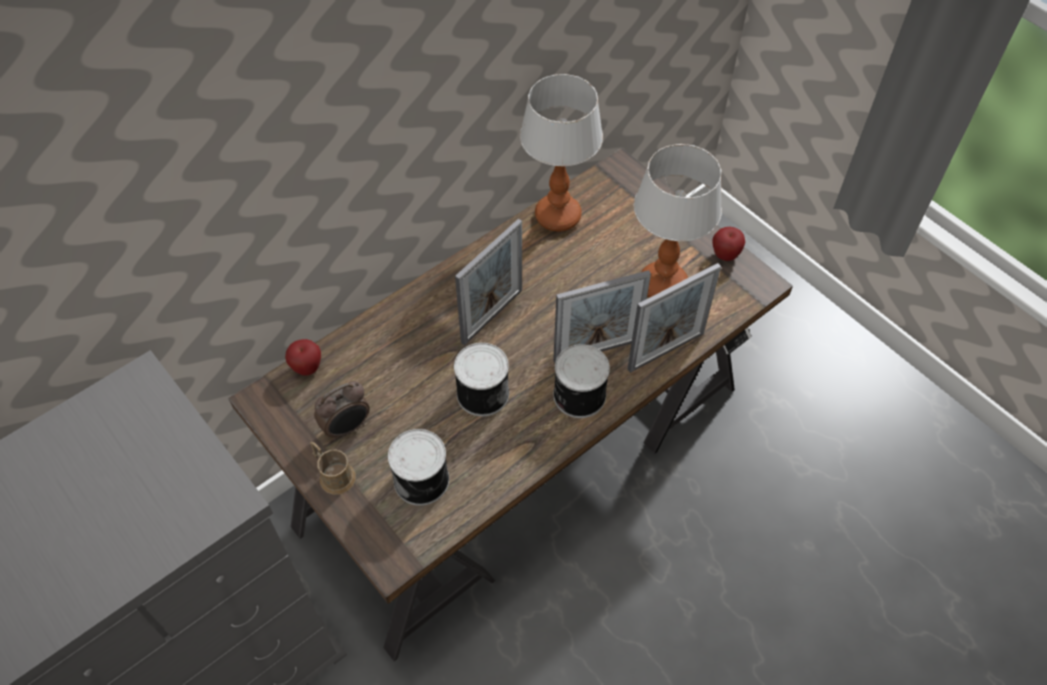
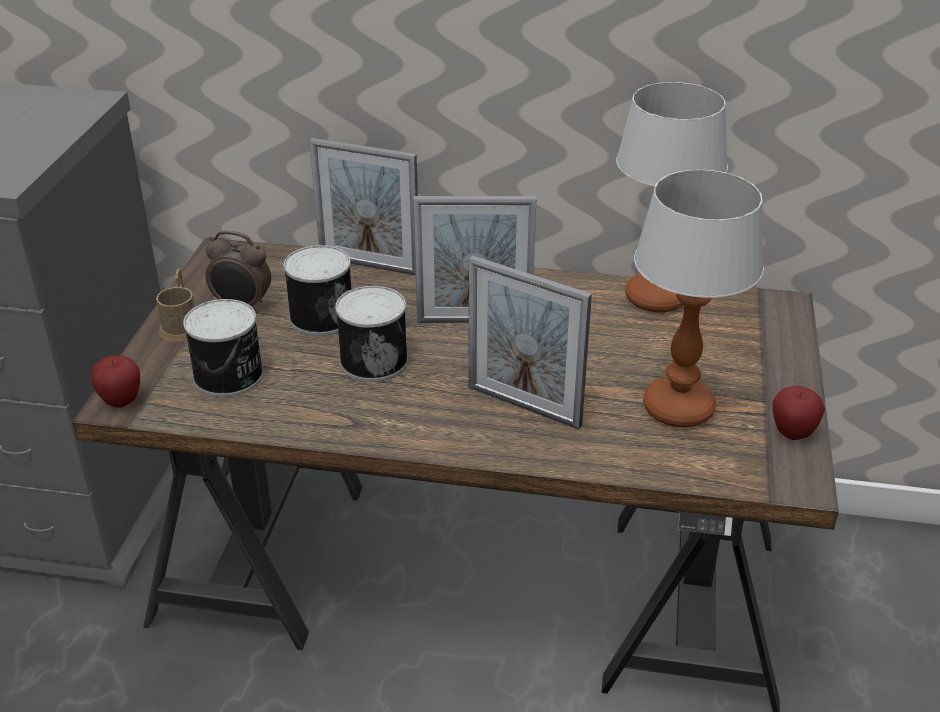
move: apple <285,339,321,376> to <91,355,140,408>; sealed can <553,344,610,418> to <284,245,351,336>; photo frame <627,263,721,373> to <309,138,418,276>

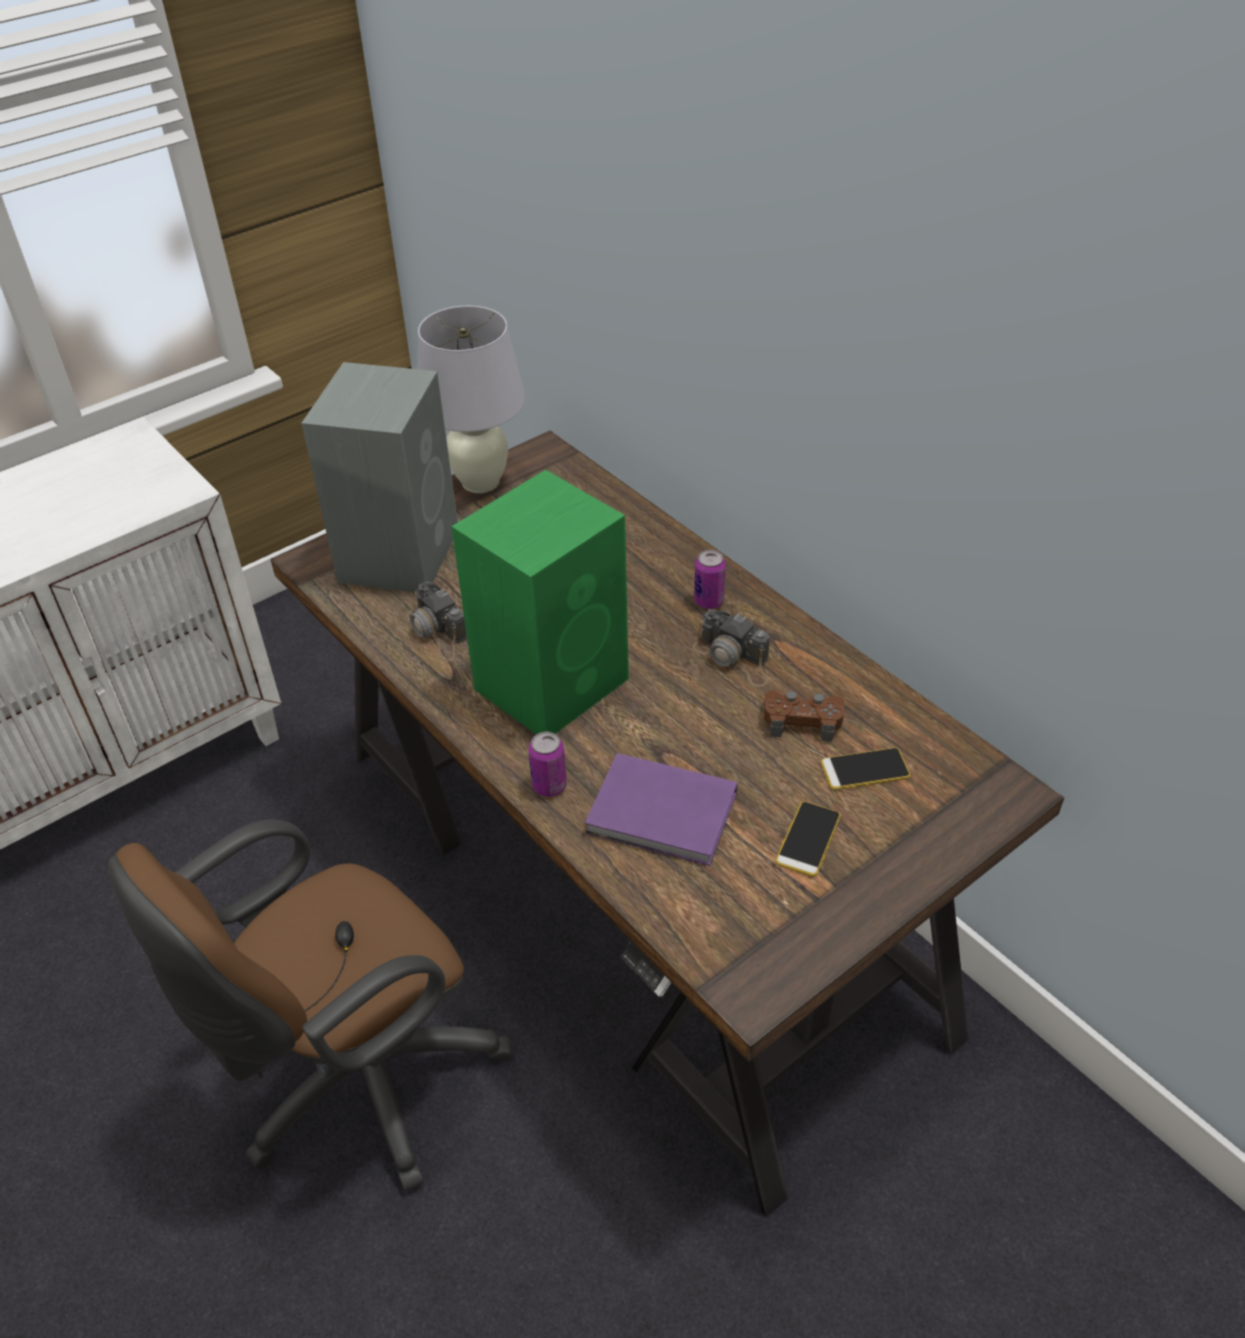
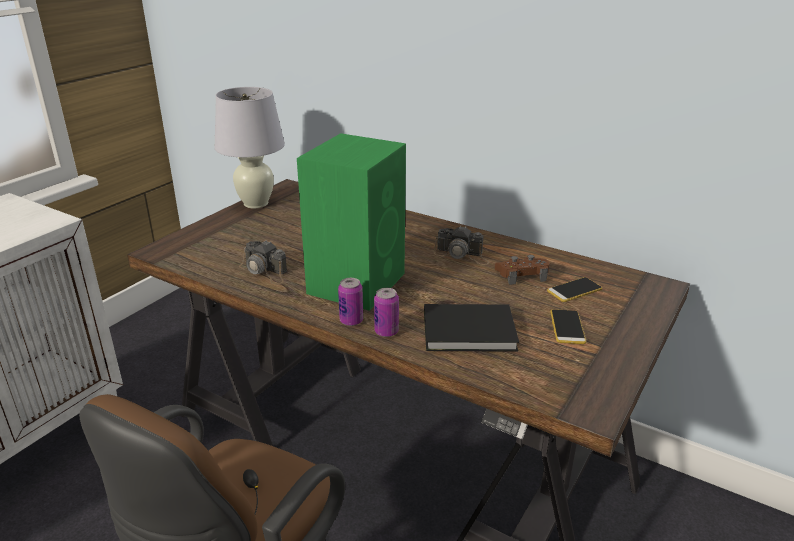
delete: gray audio speaker <301,362,458,592>
move: sealed can <694,550,726,609> to <338,278,363,326>
recolor: purplish bound book <585,753,737,866> to black-coloured bound book <424,304,519,352>

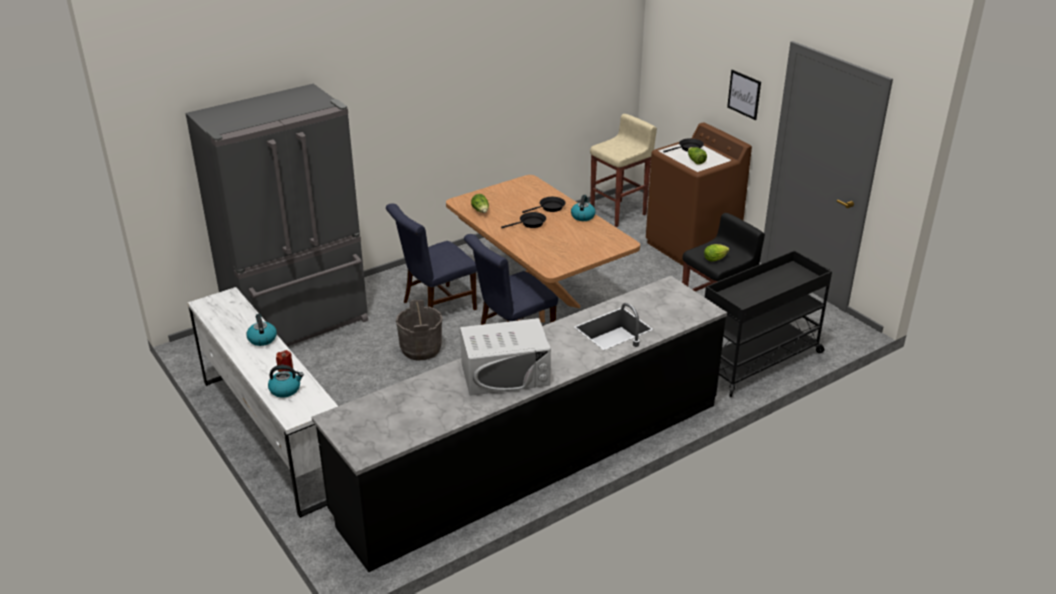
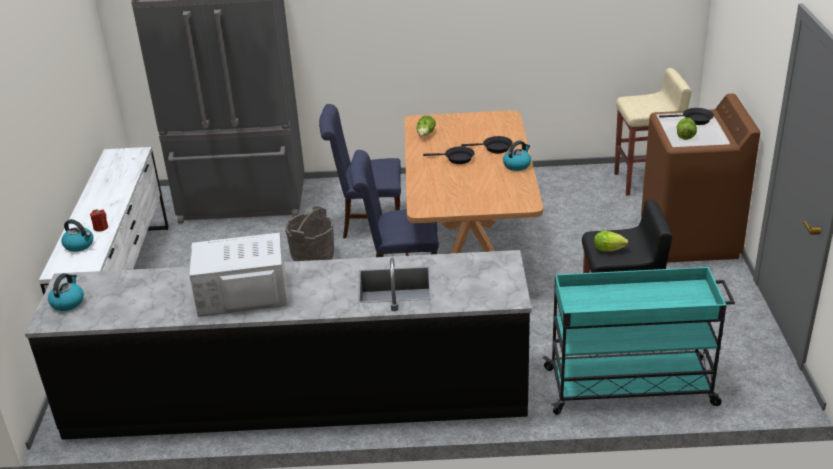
delete: wall picture <727,70,761,120>
move: kettle <246,314,277,346> to <48,273,84,311>
recolor: black-coloured trolley <705,250,832,397> to turquoise-coloured trolley <542,267,735,415>
rotate: whitish microwave oven <460,318,551,396> = <189,233,287,317> 150 degrees clockwise

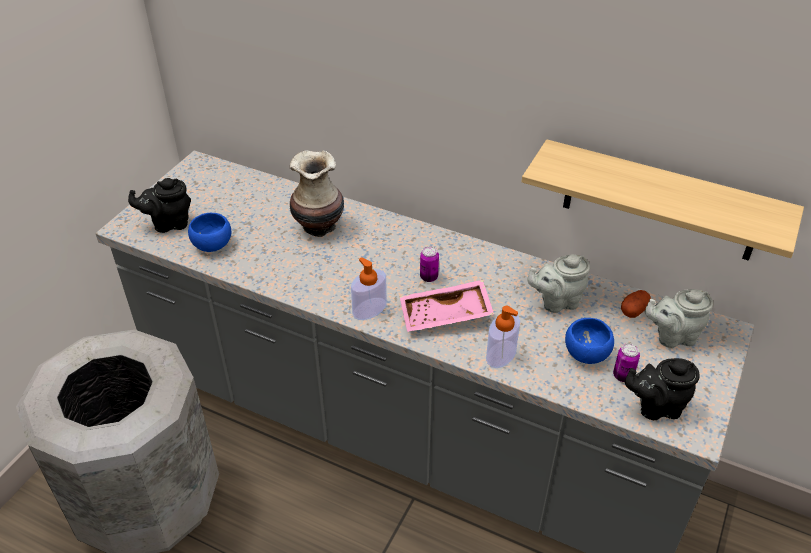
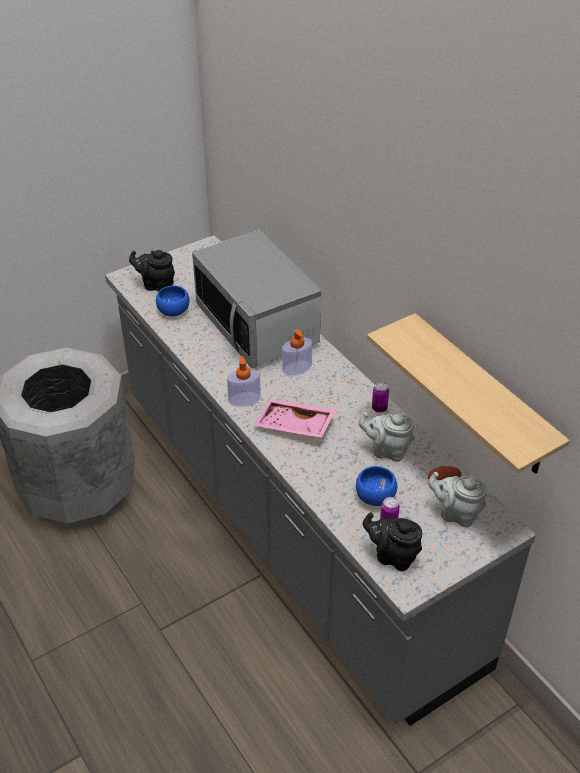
move: sealed can <420,246,439,282> to <372,382,389,413>; soap bottle <486,306,520,368> to <282,329,312,375>
replace: decorative vase <290,150,344,237> to microwave oven <192,230,321,368>

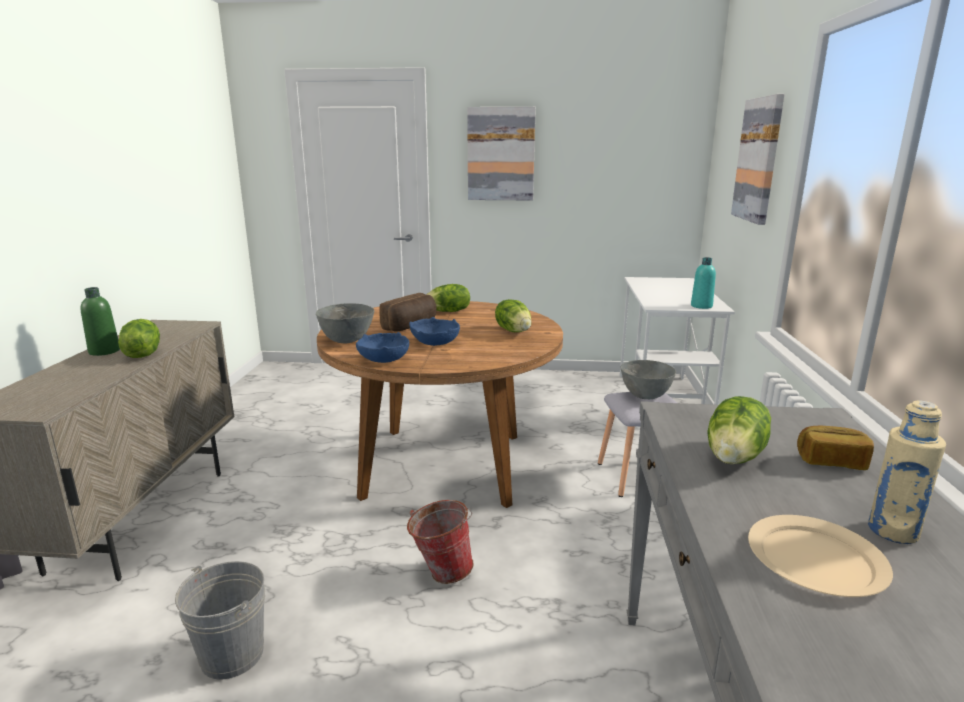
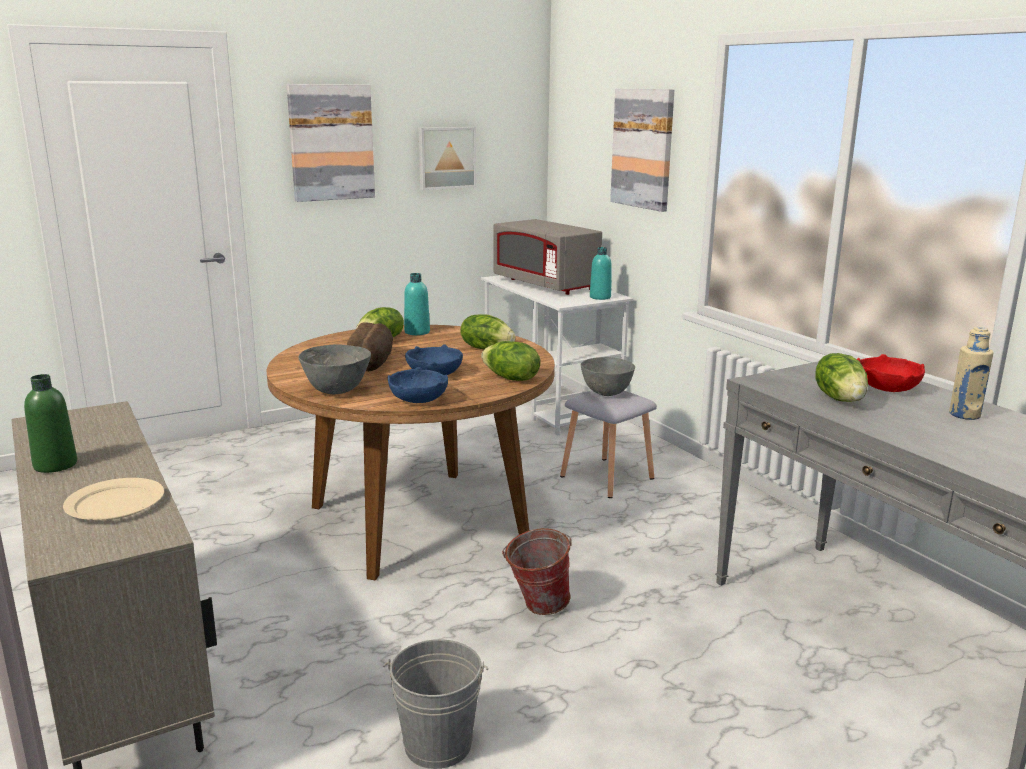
insert: turquoise-coloured bottle <404,273,430,335>; wall picture <419,127,476,190>; gray microwave oven <493,219,602,295>
move: head of lettuce <118,319,160,358> to <481,341,540,381>; sand-coloured flat dish <748,515,893,597> to <63,478,164,520>
replace: bread <797,425,874,470> to red-coloured deep dish <857,354,925,392>

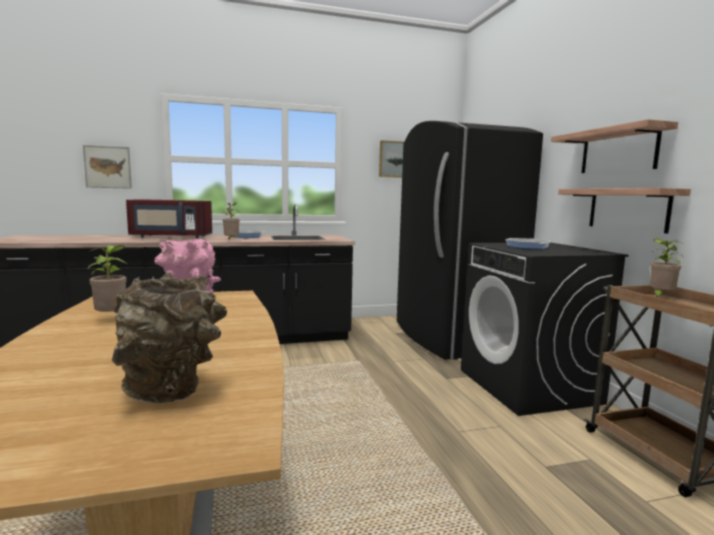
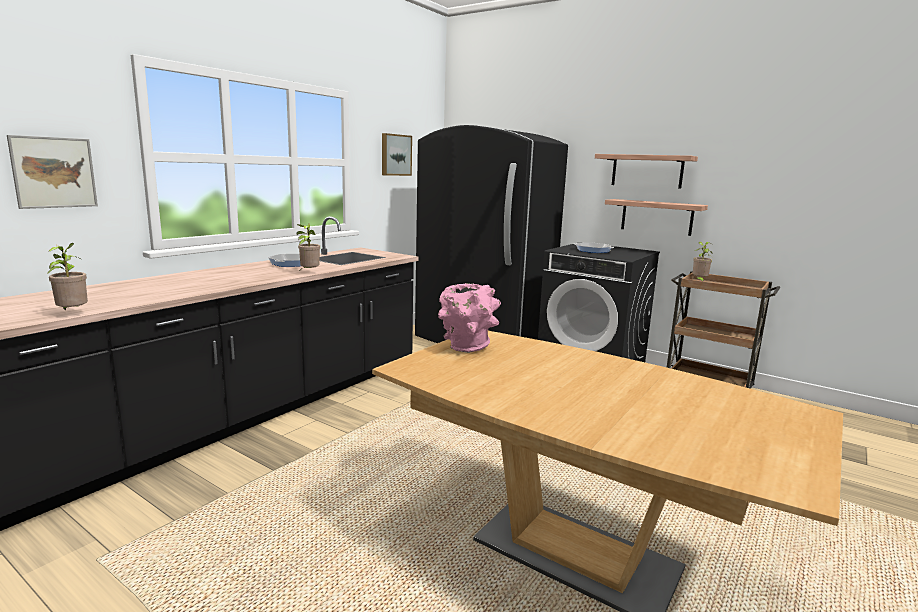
delete: brown decorative vase <112,273,227,404>; red-coloured microwave oven <126,199,212,238>
move: houseplant <87,245,127,312> to <47,243,88,311>

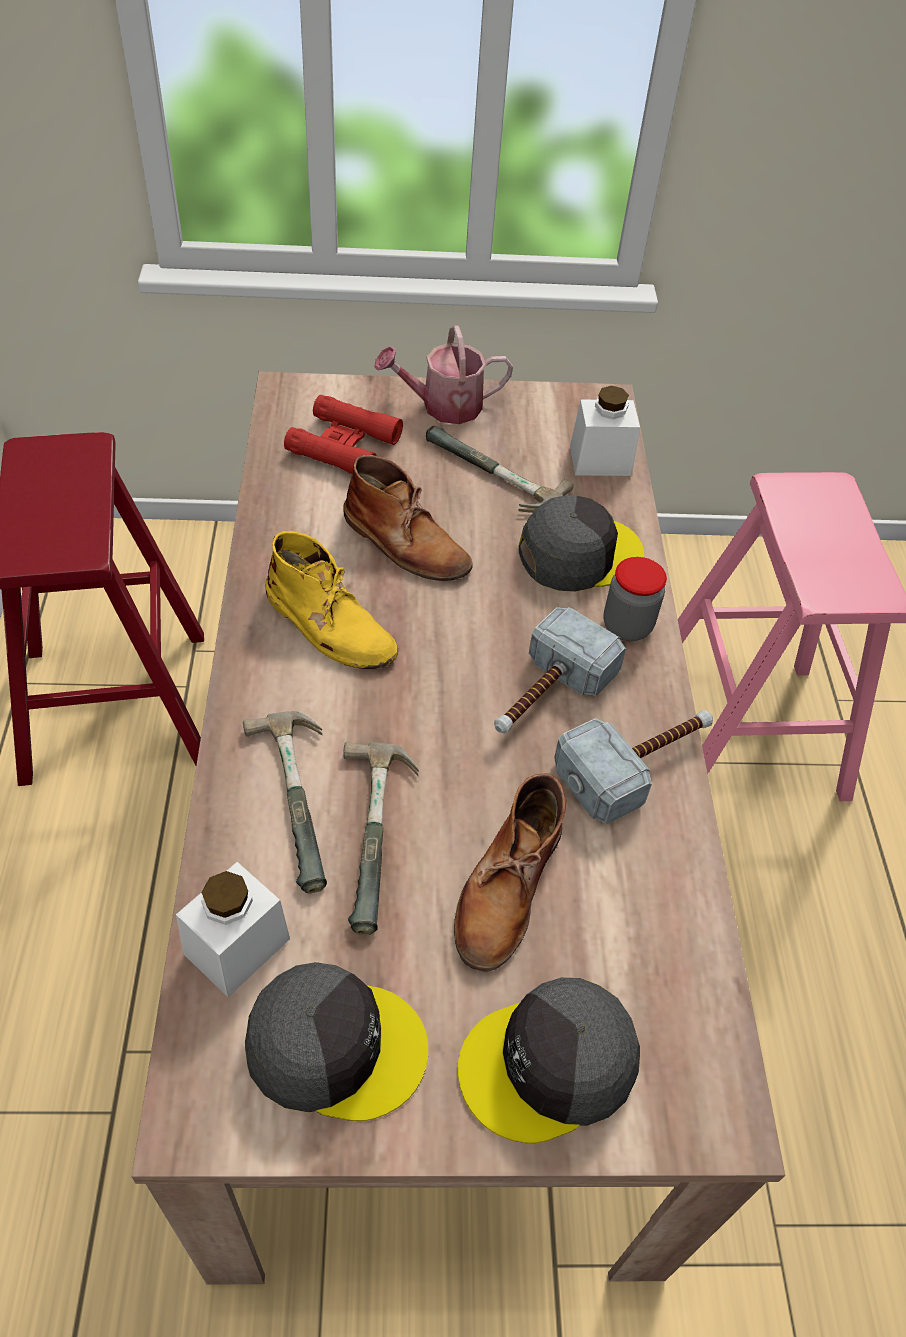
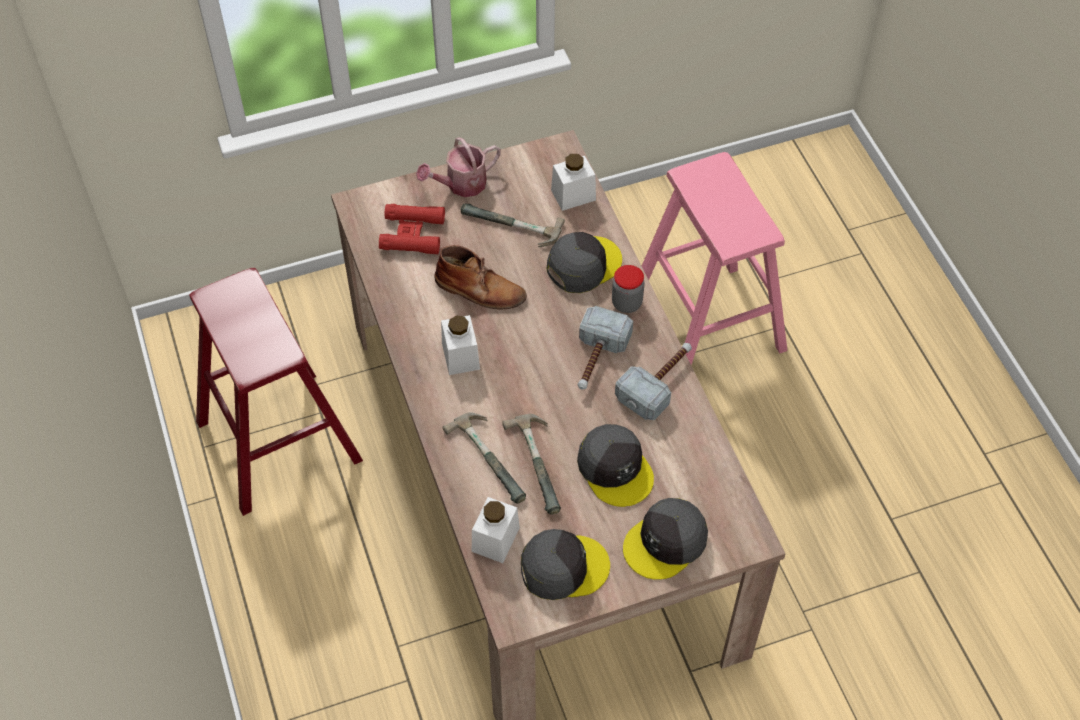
replace: yellow-coloured tall boot <265,531,398,669> to whitish jar <441,315,480,375>; brown tall boot <454,773,567,972> to gray cap <577,424,654,507>

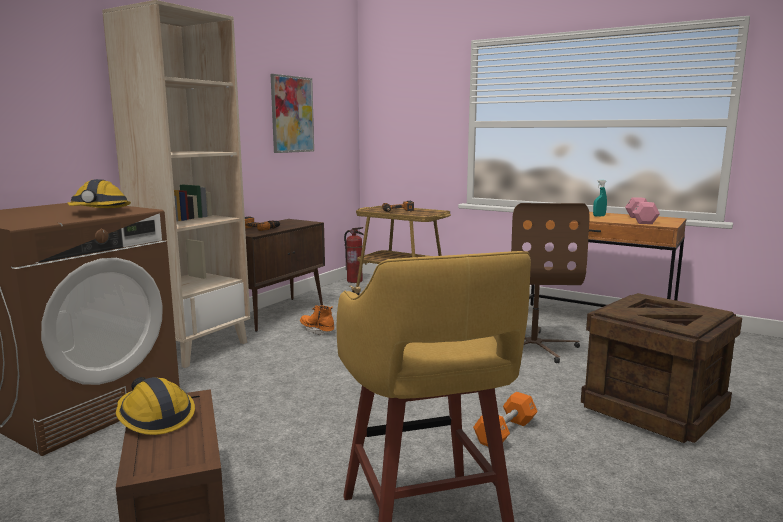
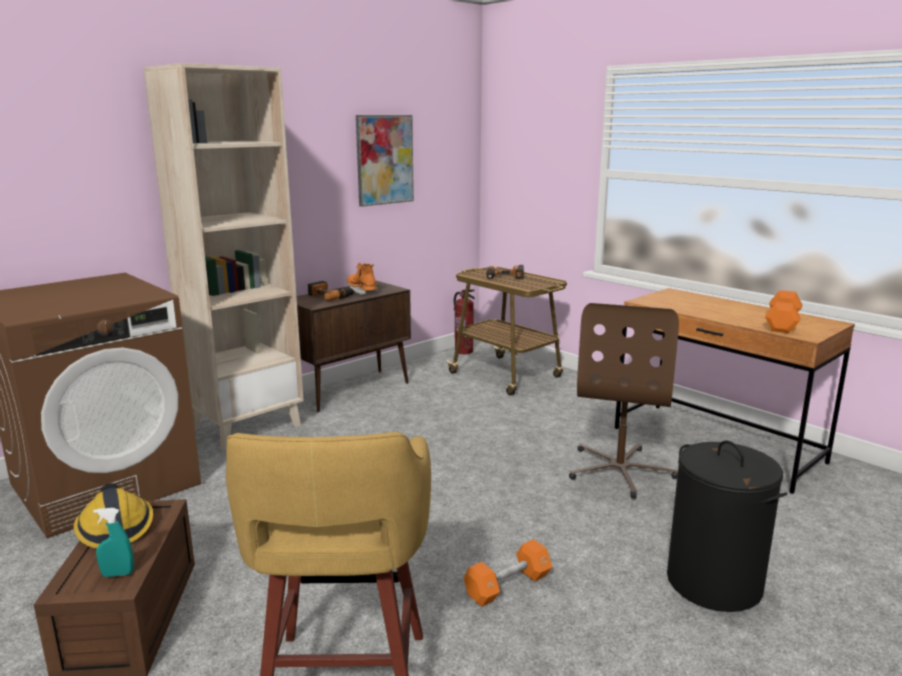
delete: work helmet <67,179,131,208>
move: orange tall boot <300,305,334,336> to <347,263,378,295>; turquoise-coloured hand sprayer <593,180,607,217> to <93,508,134,577>
replace: crate <581,293,742,443> to black-coloured hamper <667,441,787,612>
recolor: pink-coloured hand weight <625,197,660,224> to orange hand weight <765,290,802,333>

